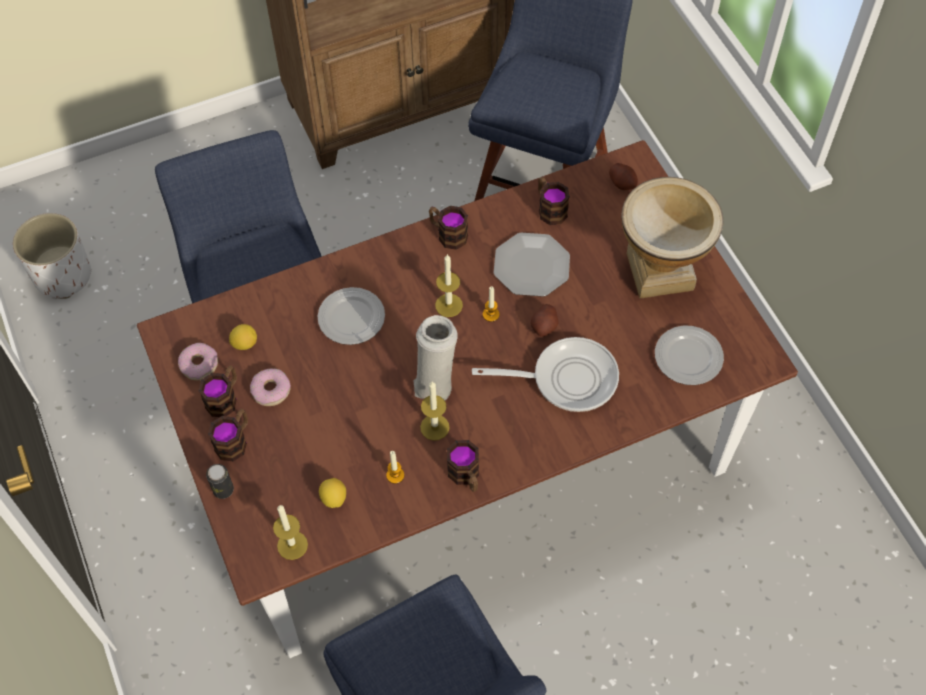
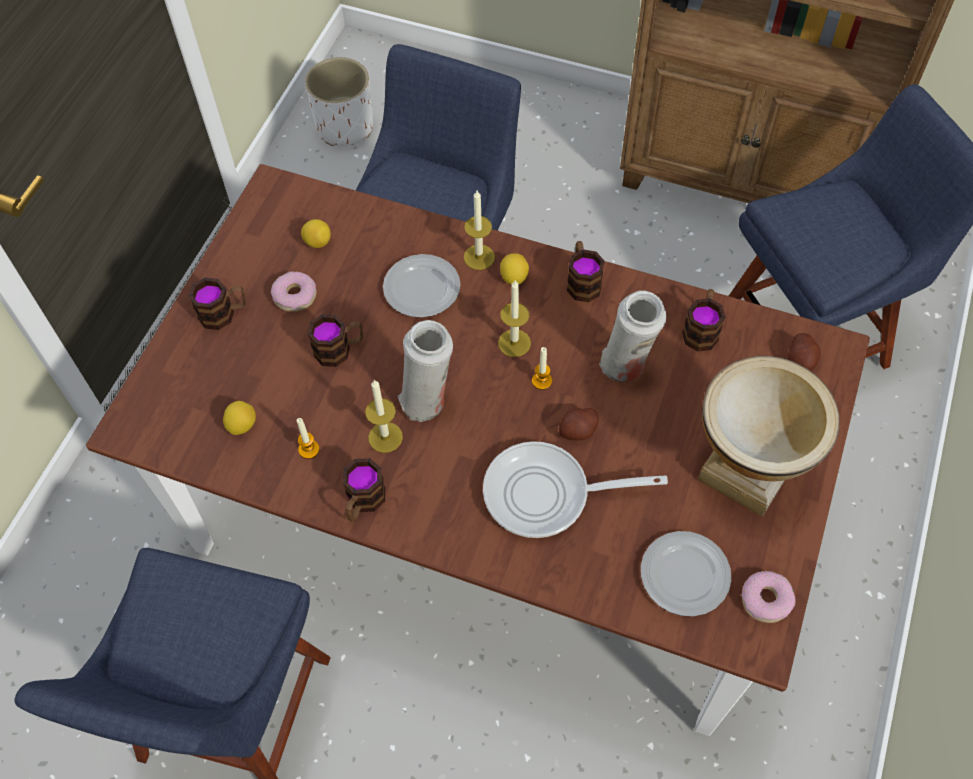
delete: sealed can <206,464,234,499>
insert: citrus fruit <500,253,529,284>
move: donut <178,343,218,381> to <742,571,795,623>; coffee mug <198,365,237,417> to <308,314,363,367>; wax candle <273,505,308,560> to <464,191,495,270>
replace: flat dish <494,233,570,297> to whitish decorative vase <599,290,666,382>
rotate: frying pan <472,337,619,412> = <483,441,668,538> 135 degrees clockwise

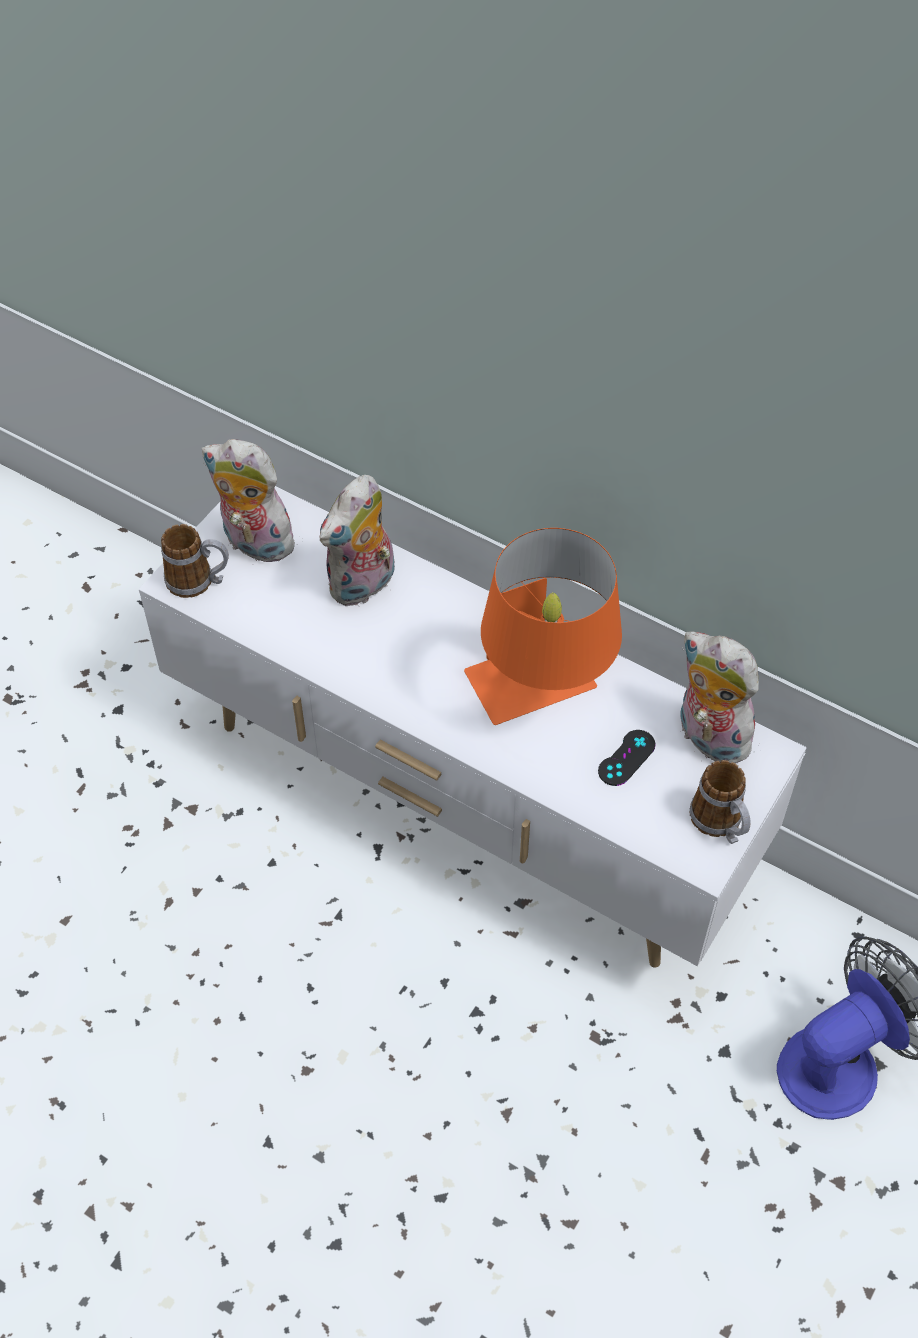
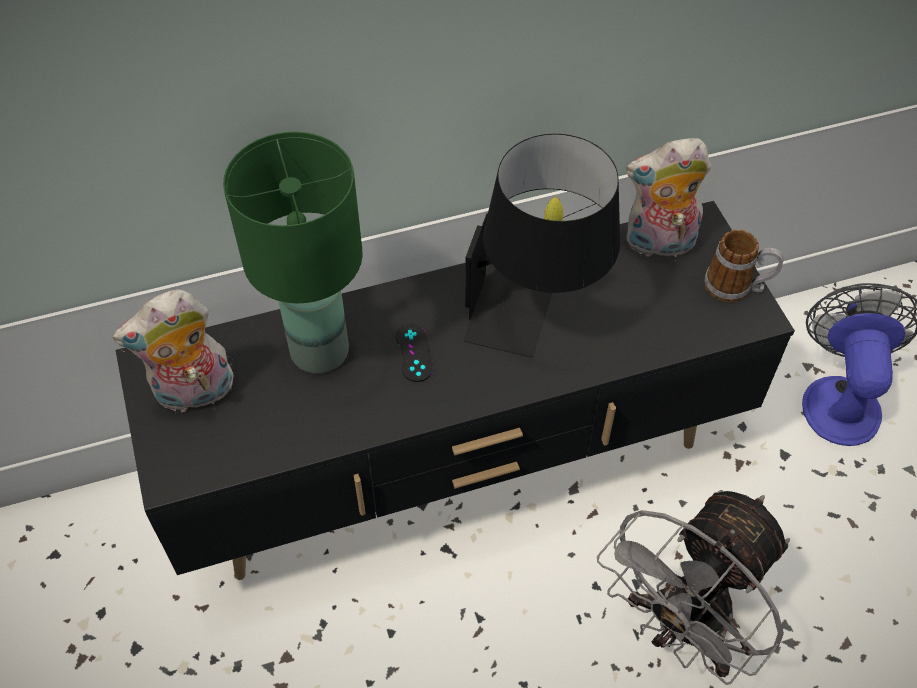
delete: coffee mug <161,524,229,598>
insert: gray cooling fan <597,490,790,685>
move: black-coloured joypad <598,730,656,786> to <396,324,433,382>
replace: plush toy <320,475,395,606> to greenish tabletop lamp <223,132,362,374>
recolor: whitish tv stand <139,486,807,968> to black-coloured tv stand <116,201,795,580>; orange tabletop lamp <464,528,622,725> to black-coloured tabletop lamp <463,134,620,357>

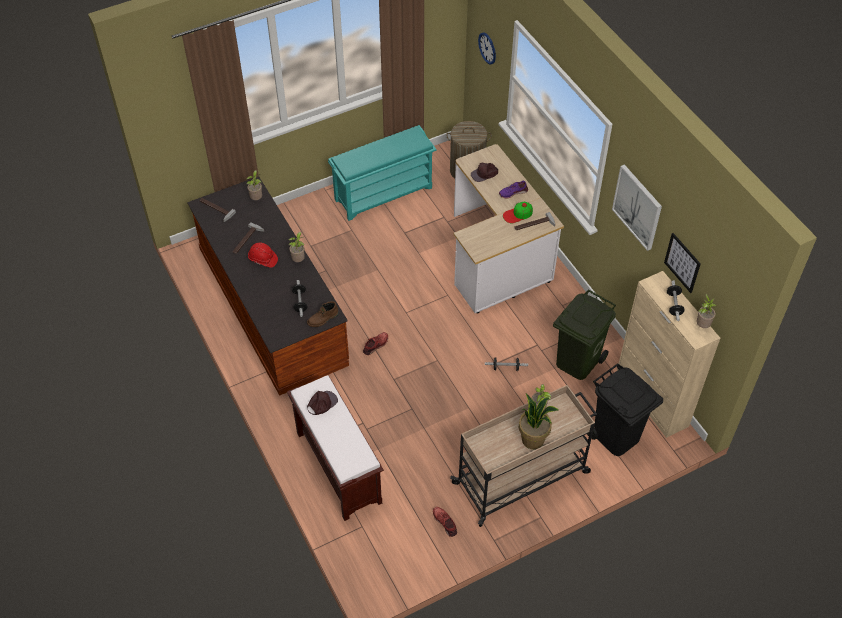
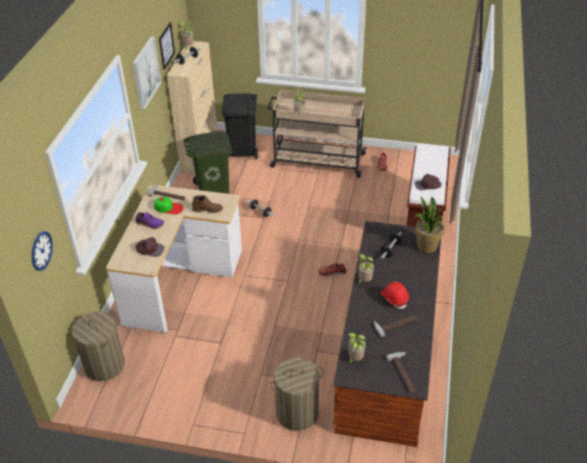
delete: turquoise-coloured shoe shelf <328,125,437,221>
insert: hamper <270,357,324,431>
move: brown tall boot <307,301,338,327> to <192,195,223,213>; houseplant <519,394,559,449> to <414,197,444,253>

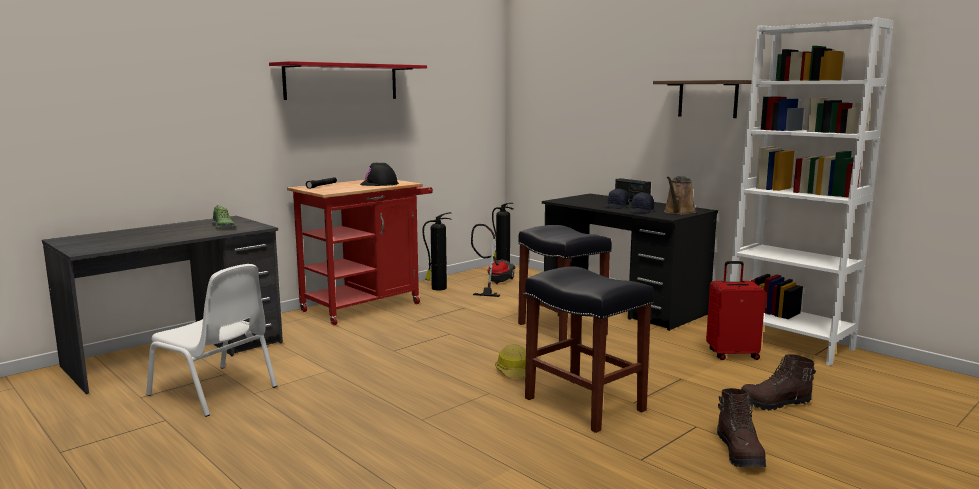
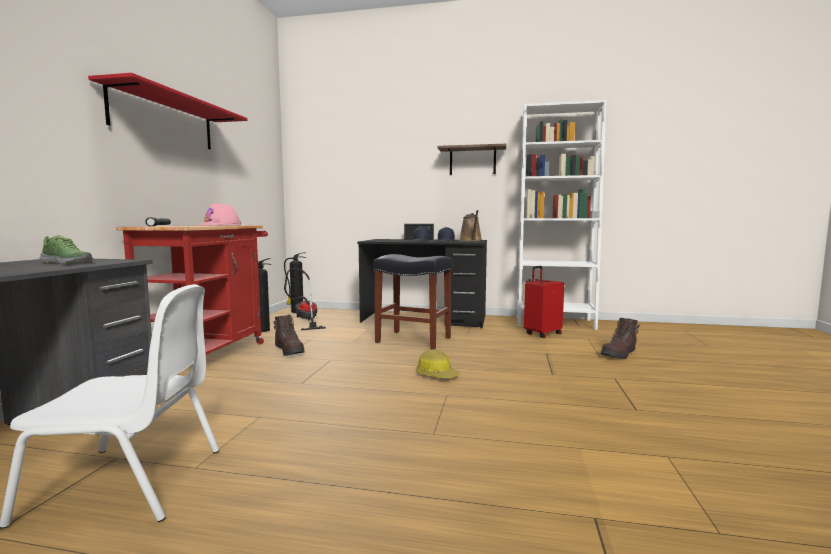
delete: black-coloured sitting stool <525,267,654,433>
move: brown tall boot <717,388,766,467> to <274,315,305,356>
recolor: black-coloured work helmet <360,163,399,186> to pink-coloured work helmet <199,203,241,226>

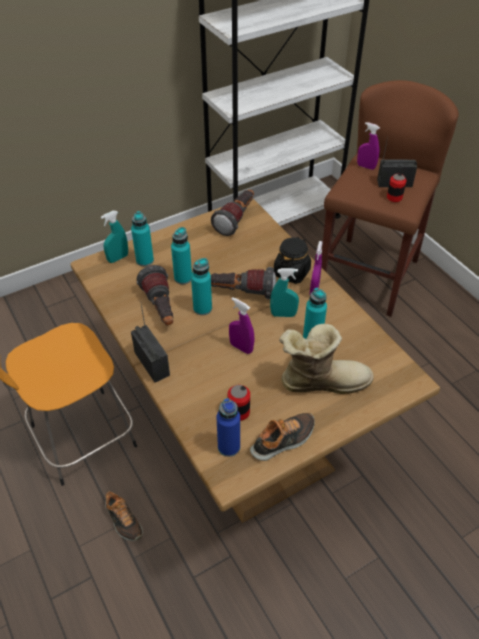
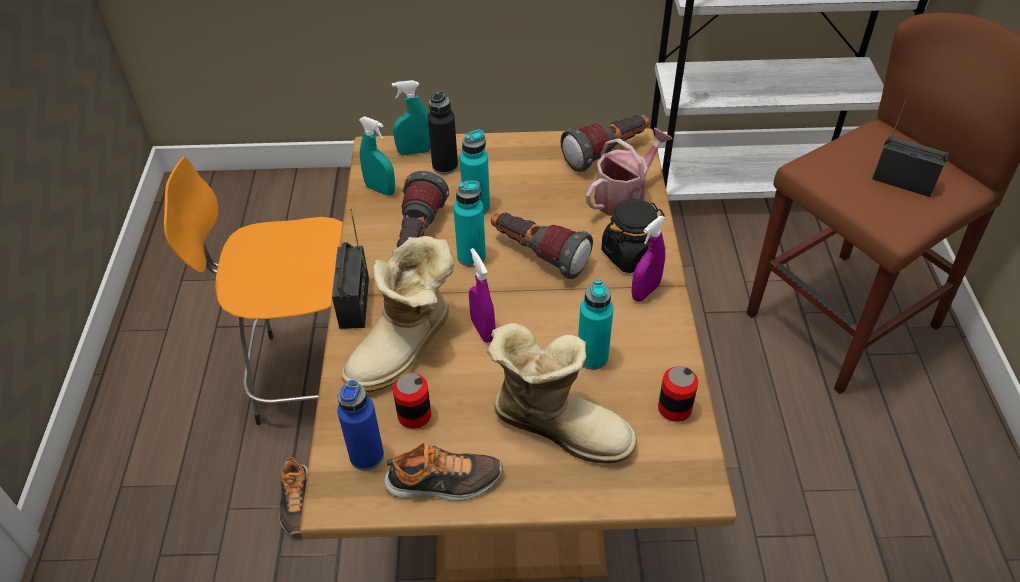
delete: purplish hand sprayer <357,122,380,170>
insert: tall boot <341,236,454,393>; watering can <586,128,673,216>
move: turquoise-coloured hand sprayer <270,268,299,317> to <359,116,395,196>; sealed can <387,174,407,202> to <658,366,698,422>
recolor: turquoise-coloured bottle <131,211,154,267> to black-coloured bottle <428,91,458,175>

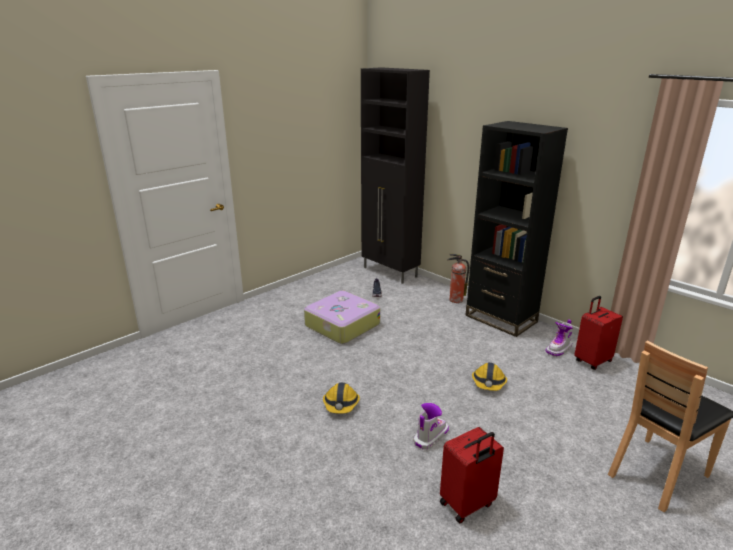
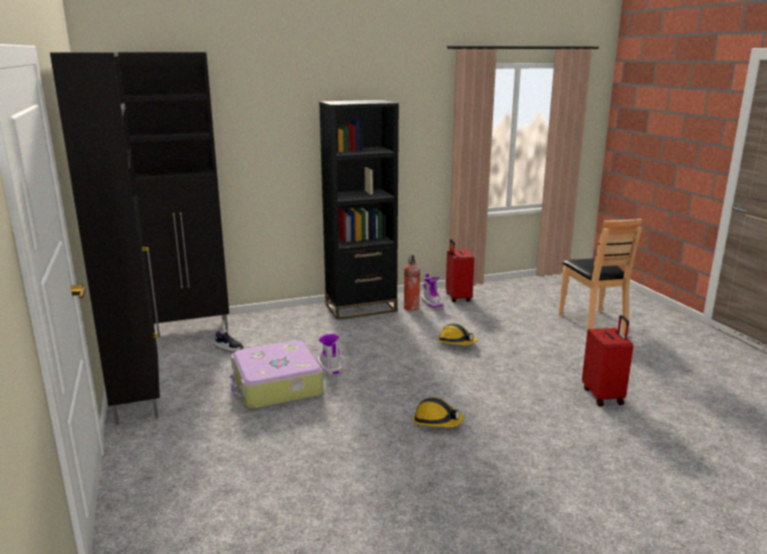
insert: black-coloured cabinet <50,52,160,425>
move: tall boot <413,403,449,450> to <317,334,342,376>; fire extinguisher <447,254,469,303> to <404,255,420,311>

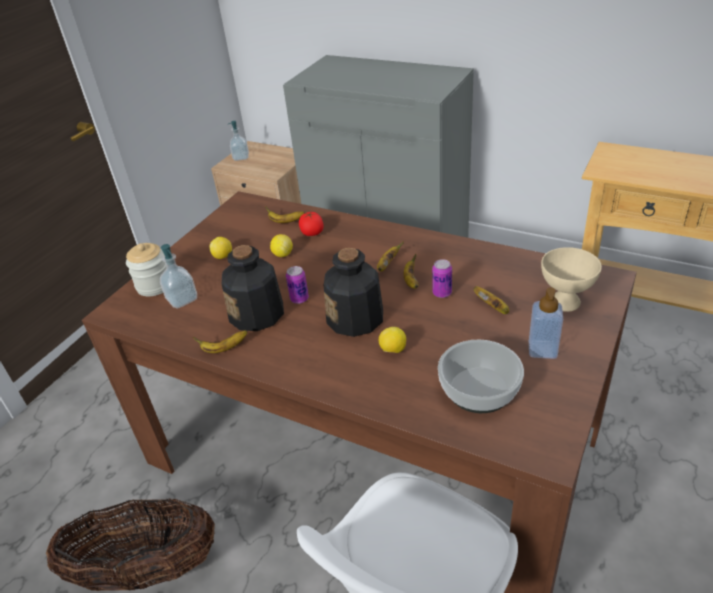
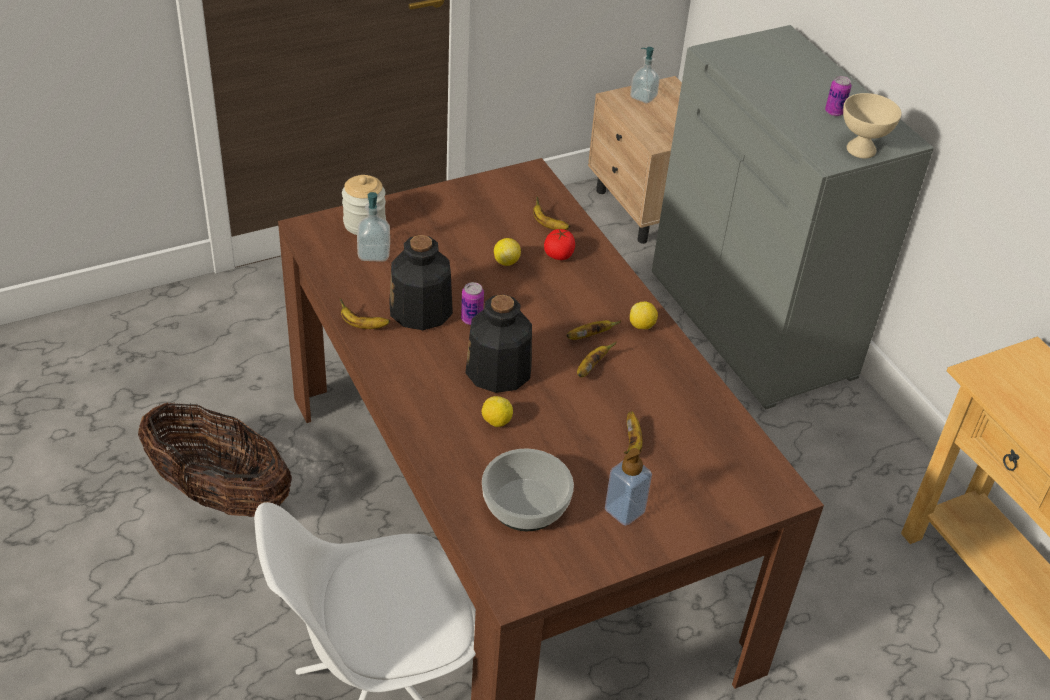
move: citrus fruit <209,237,232,259> to <630,302,658,329>; sealed can <432,259,452,298> to <825,76,851,116>; sand-coloured deep dish <541,247,602,312> to <843,93,901,158>

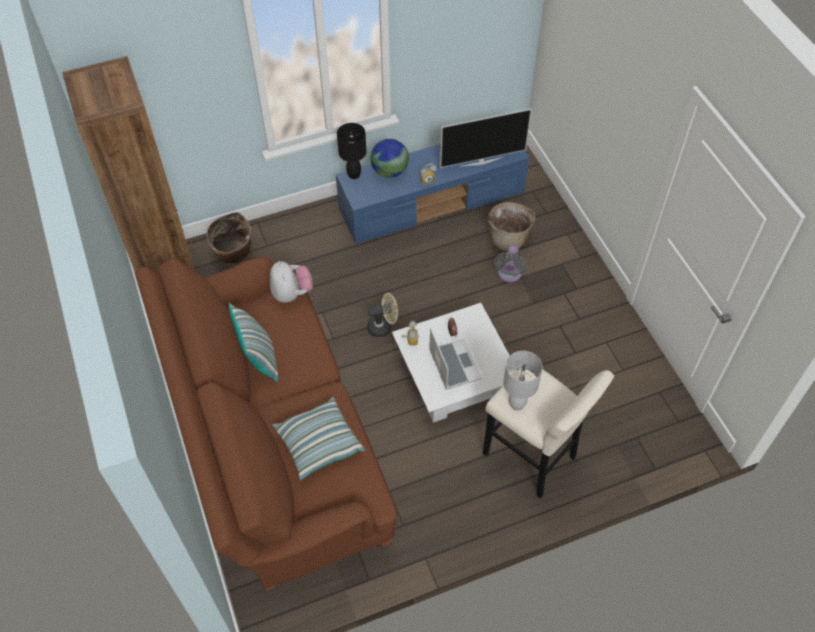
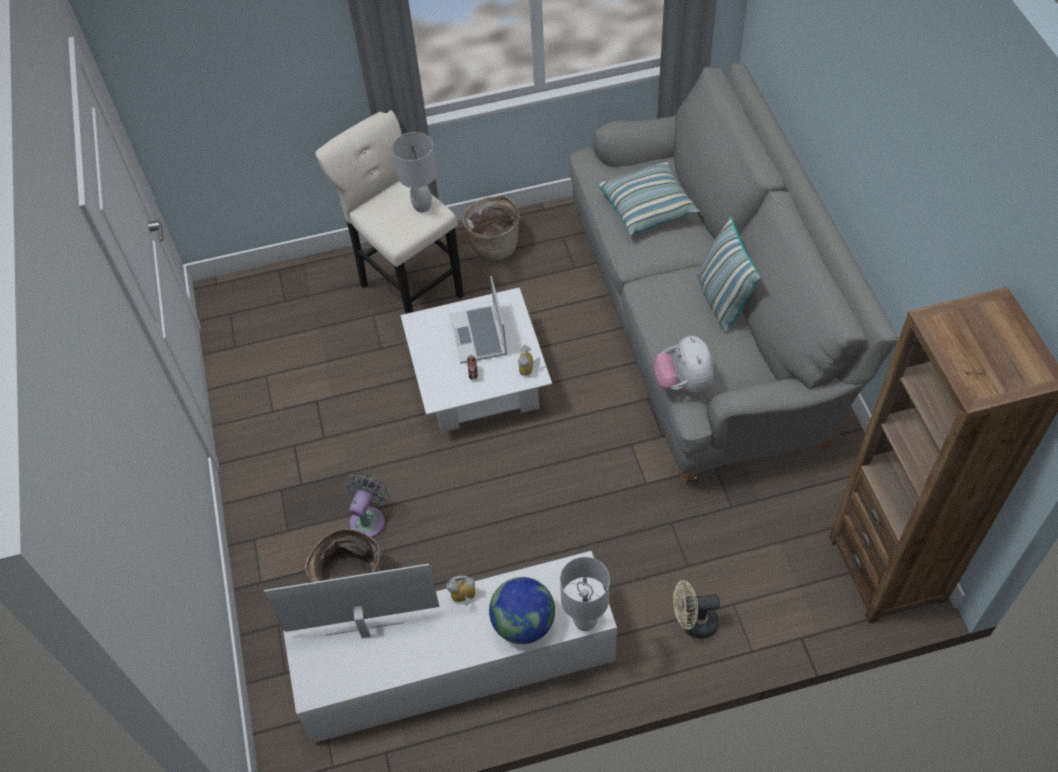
move: basket <207,212,251,263> to <463,195,520,261>; sand-coloured cooling fan <367,293,398,337> to <673,580,720,639>
recolor: brown couch <135,257,397,590> to gray couch <569,63,898,483>; bluish tv stand <336,144,529,244> to whitish tv stand <283,551,617,743>; black-coloured tabletop lamp <337,123,366,179> to whitish tabletop lamp <560,557,610,631>

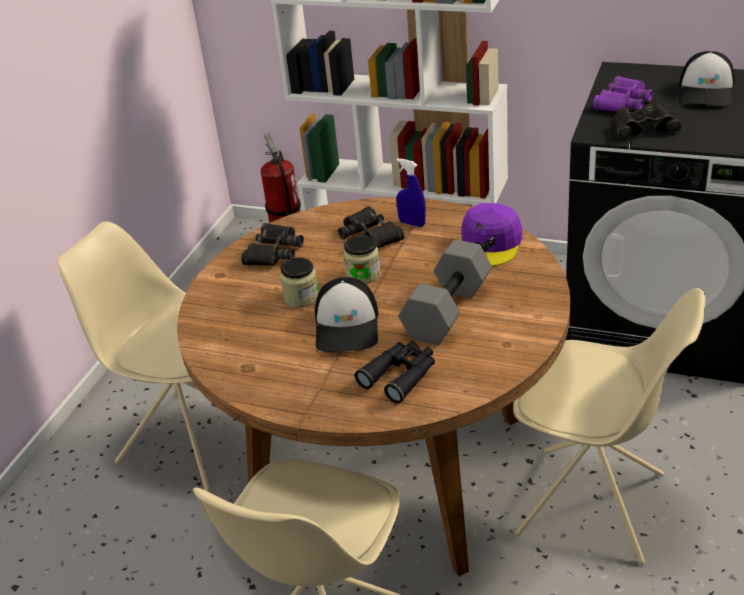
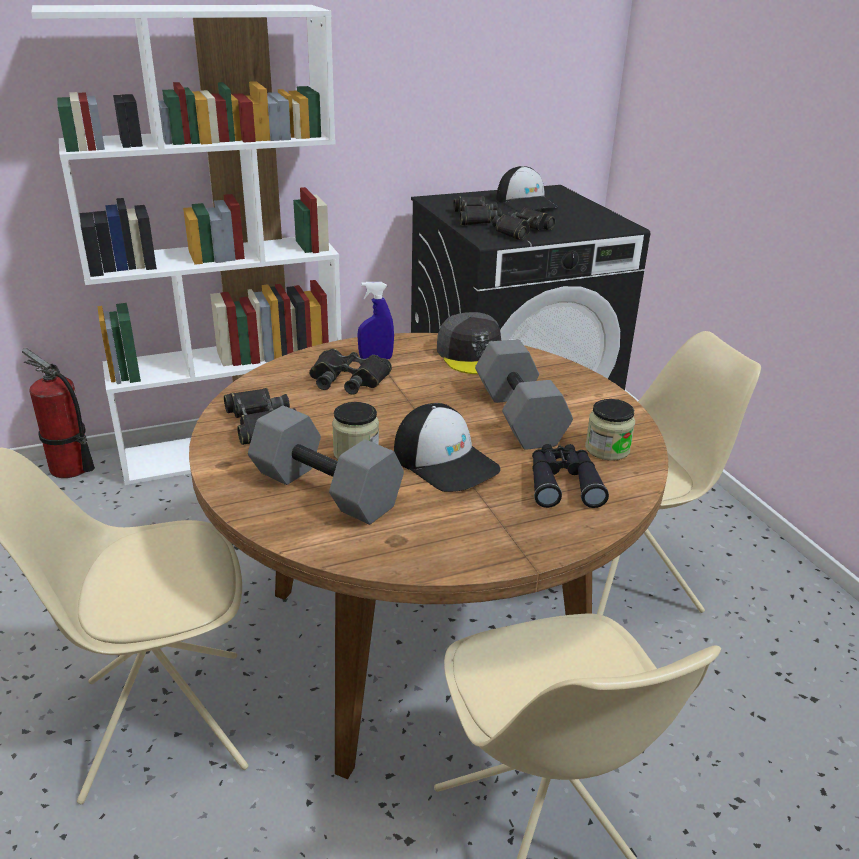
insert: gray hand weight <248,406,404,525>
move: jar <343,236,381,284> to <585,399,635,461>
recolor: purplish cap <461,203,522,266> to gray cap <437,312,501,374>; purplish field glasses <593,76,653,112> to black-coloured field glasses <453,196,502,225>

